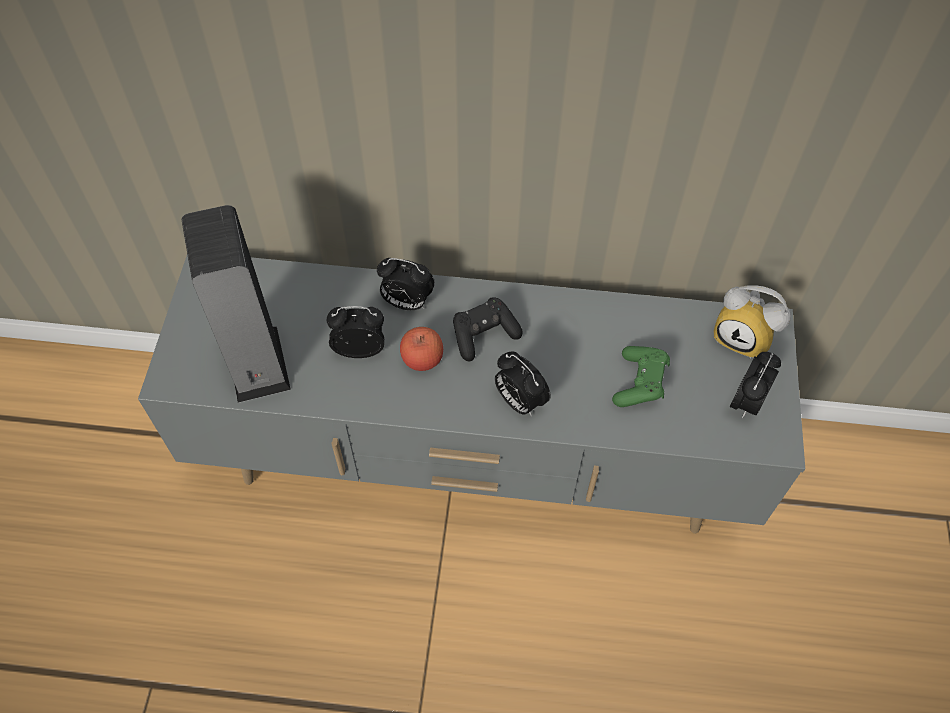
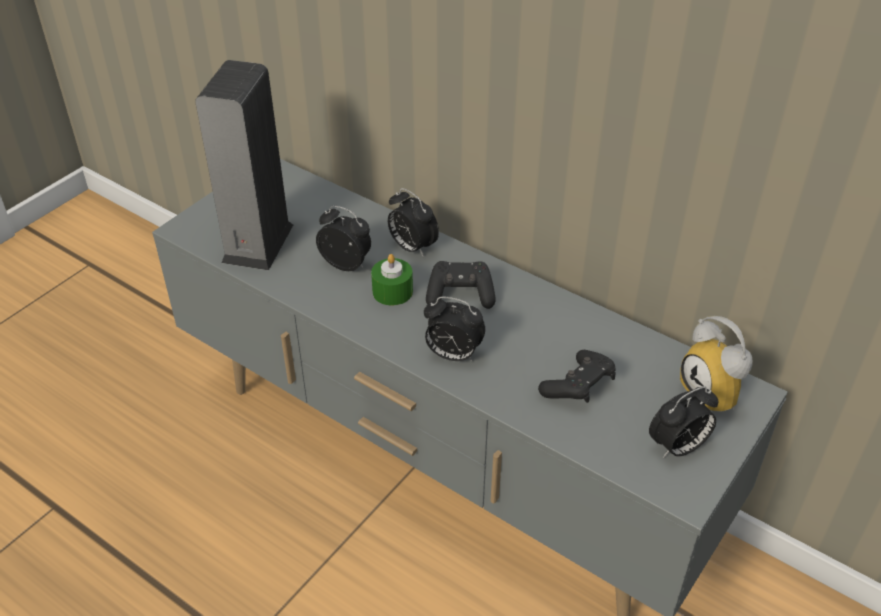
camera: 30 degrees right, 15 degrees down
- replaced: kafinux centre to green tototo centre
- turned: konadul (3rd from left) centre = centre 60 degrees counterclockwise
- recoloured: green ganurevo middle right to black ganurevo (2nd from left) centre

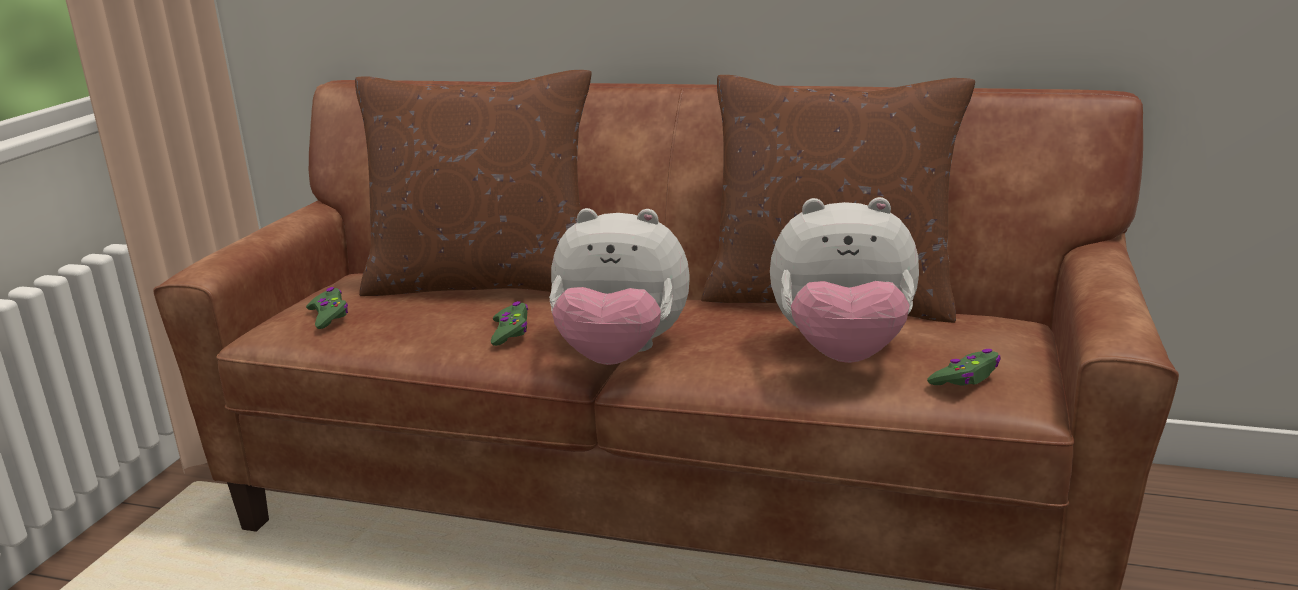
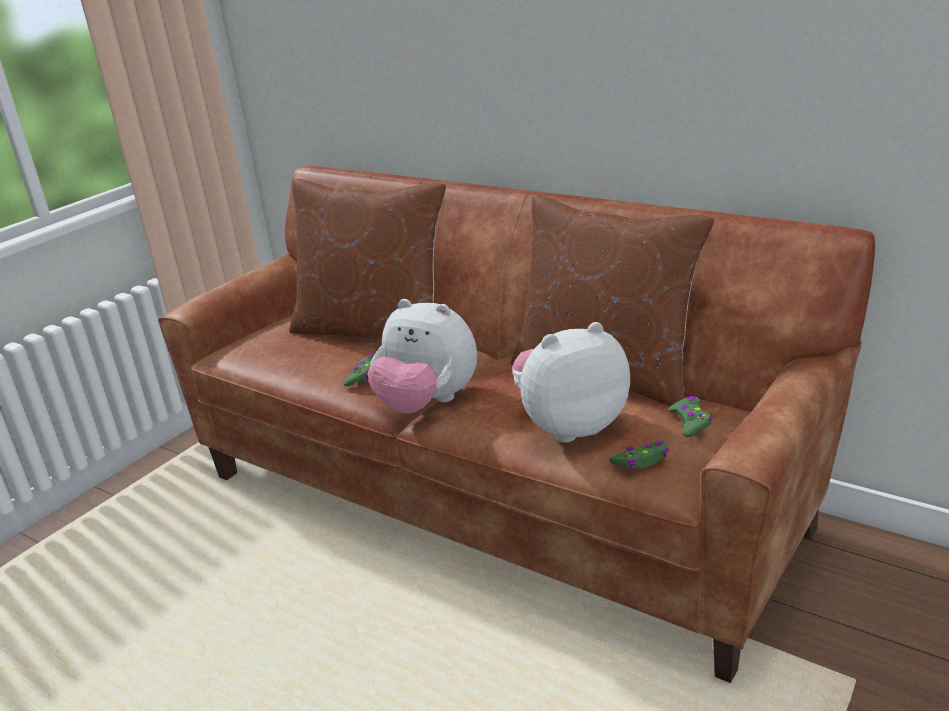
camera: 20 degrees right, 5 degrees up
- moved: green ganurevo (1st from left in the first image) middle left to green ganurevo (3rd from left) middle right
- turned: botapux (2nd from left) centre = centre 135 degrees clockwise

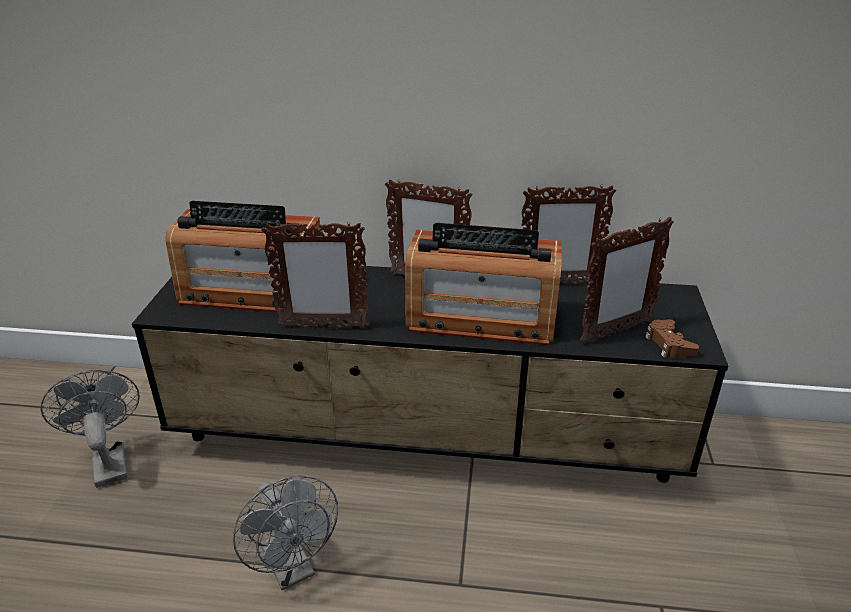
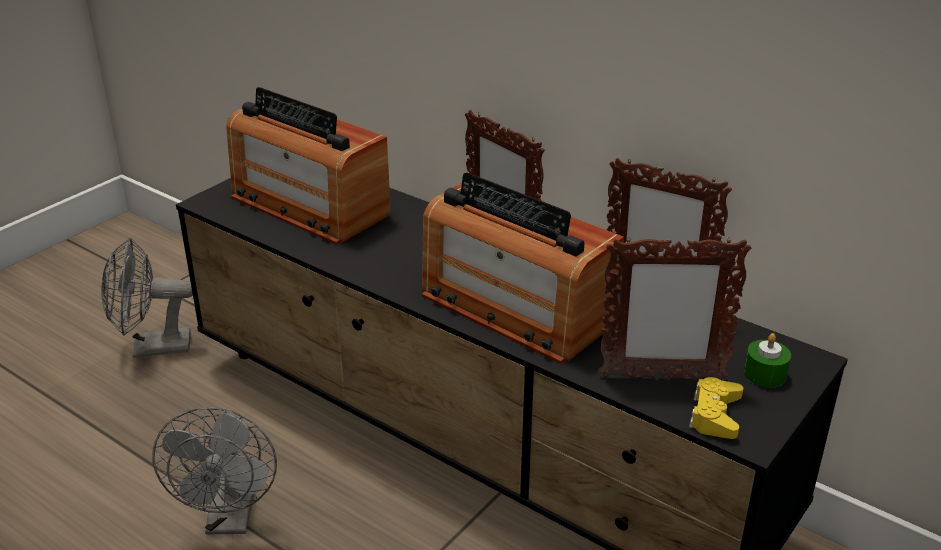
camera: 30 degrees right, 0 degrees up
- turned: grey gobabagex (1st from left) bottom left = middle left 105 degrees counterclockwise
- removed: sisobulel (1st from left) centre
- recoloured: brown ganurevo middle right to yellow ganurevo bottom right
- added: green tototo middle right

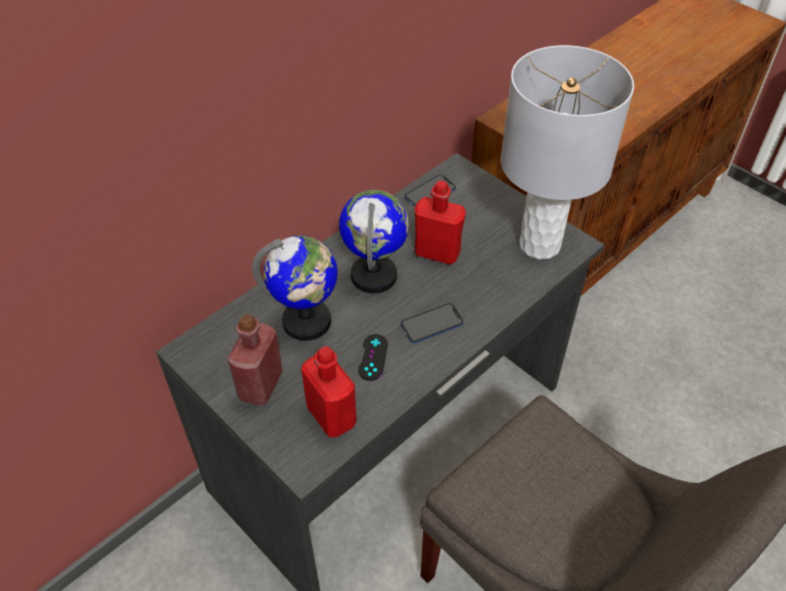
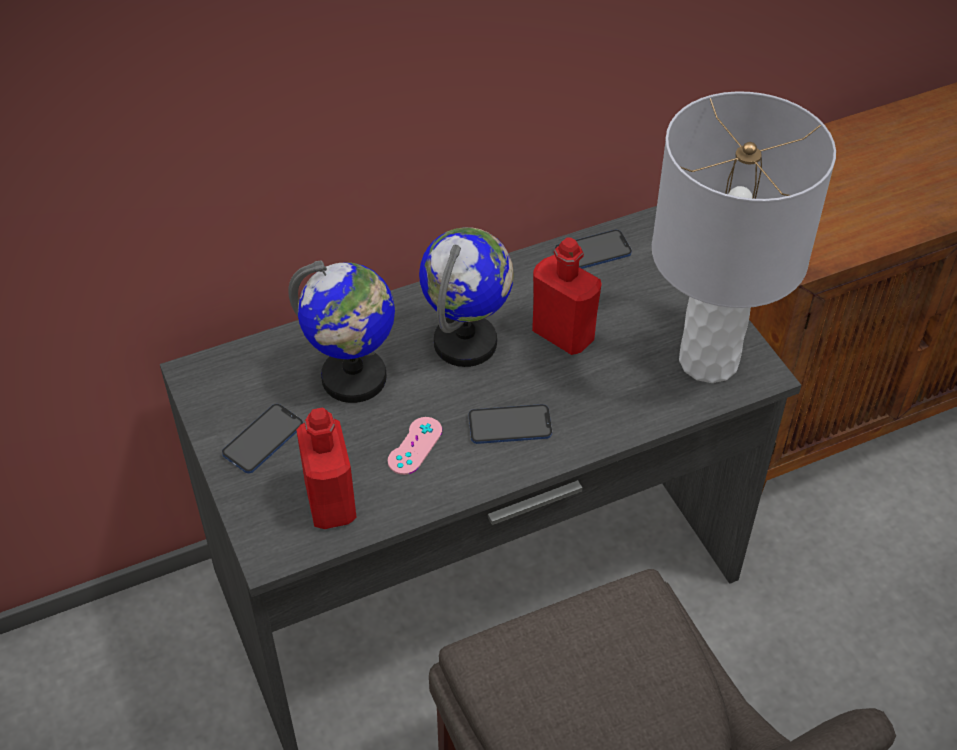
camera: 20 degrees right, 0 degrees up
- replaced: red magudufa (1st from left) middle left to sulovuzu (1st from left) middle left
- recoloured: black ganurevo centre to pink ganurevo centre

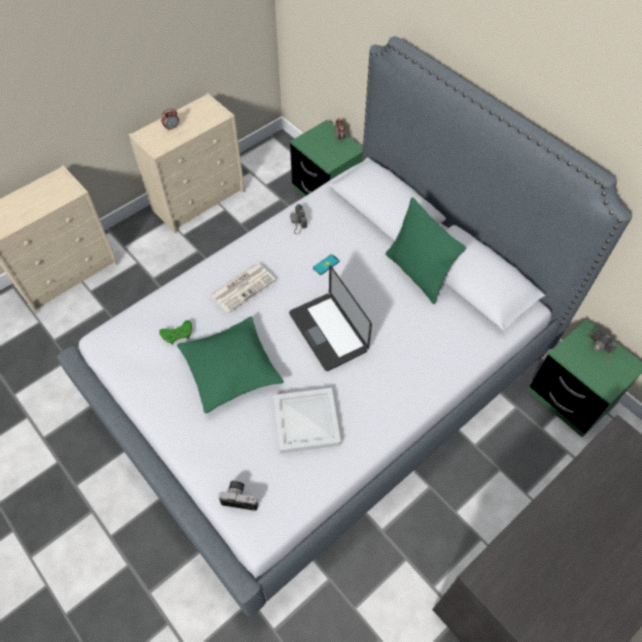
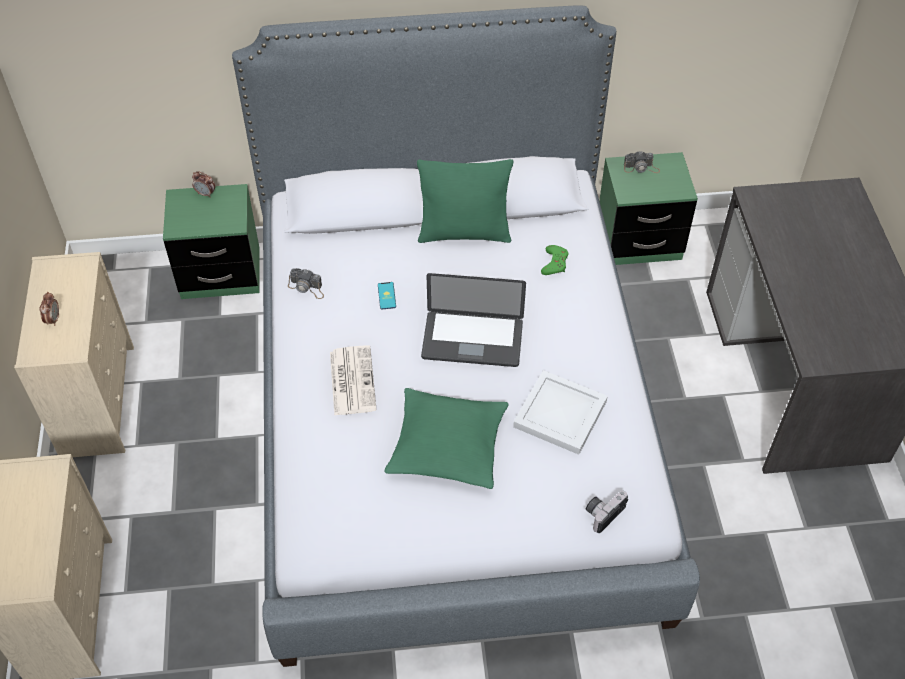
camera: 55 degrees left, 5 degrees down
- moved: green ganurevo middle left to centre

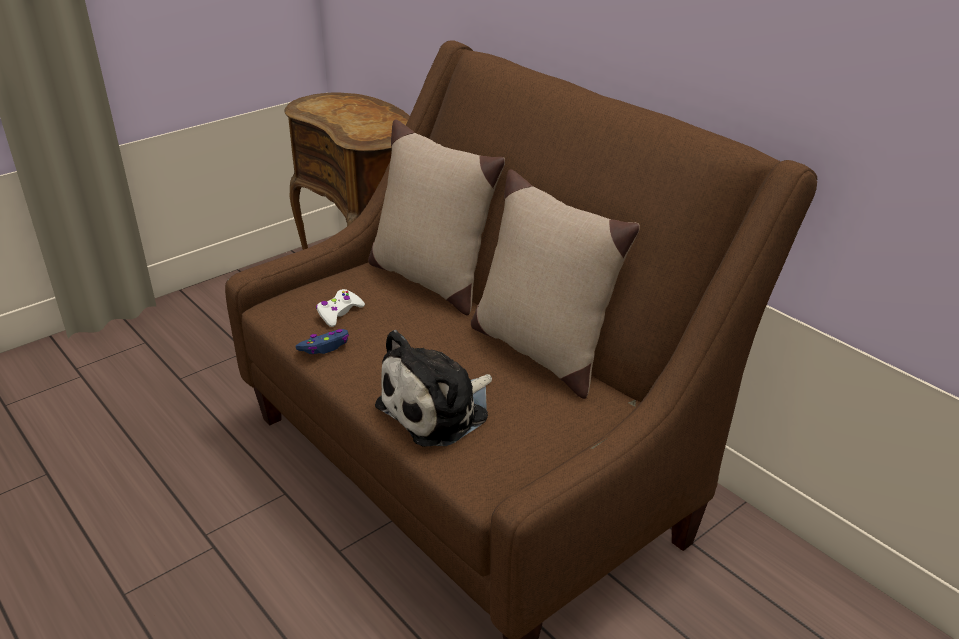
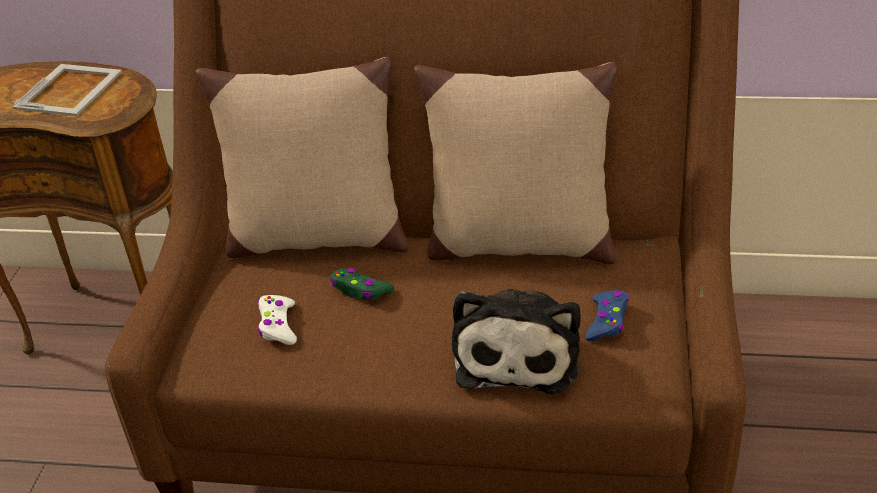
camera: 40 degrees left, 5 degrees up
- moved: blue ganurevo centre to middle right
- added: sisobulel top left
- added: green ganurevo centre

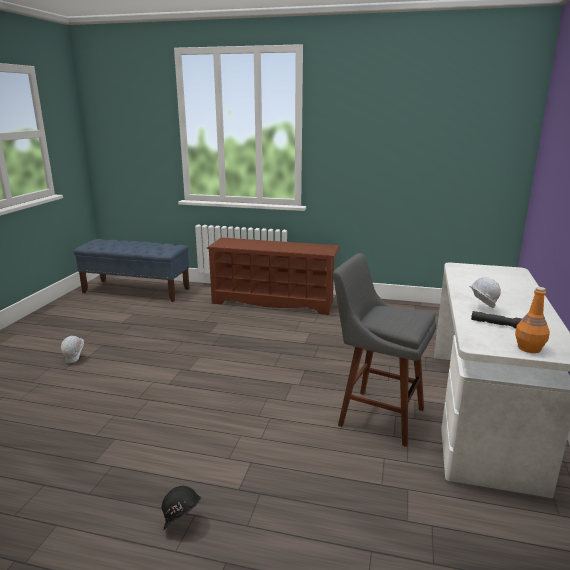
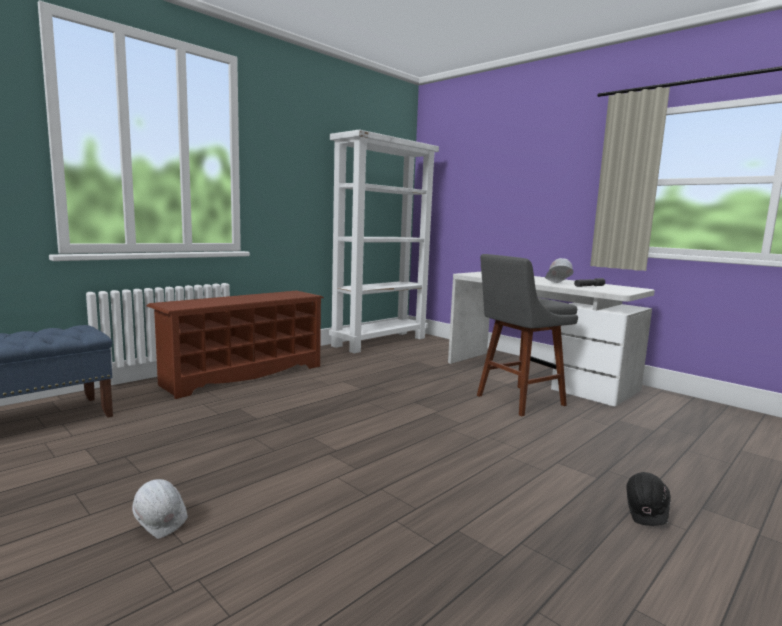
camera: 60 degrees left, 10 degrees down
- removed: orange magudufa middle right
- added: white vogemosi centre

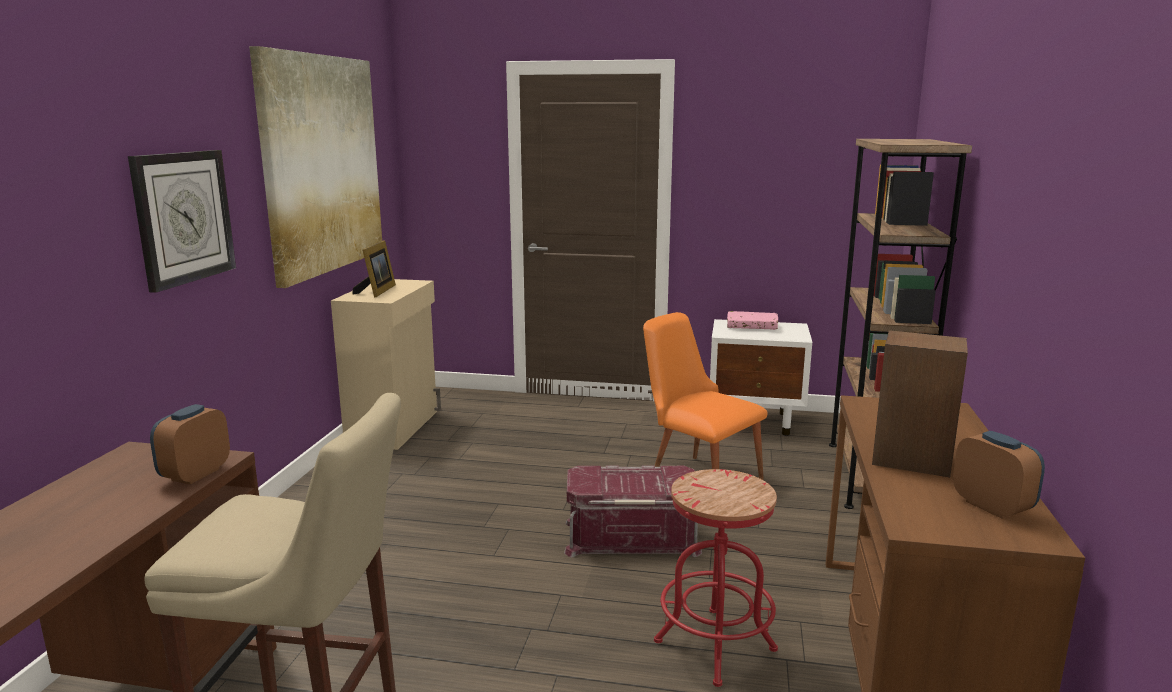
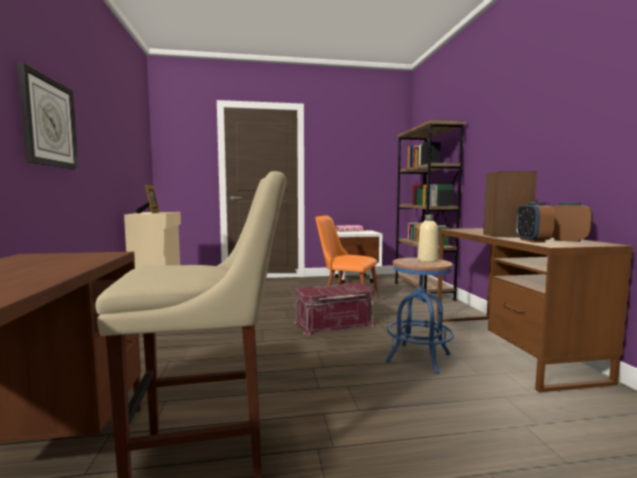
camera: 20 degrees left, 10 degrees down
- moved: konadul (1st from left) middle left to middle right
- removed: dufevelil top left
- recoloured: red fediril bottom centre to blue fediril centre
- added: beige magudufa middle right

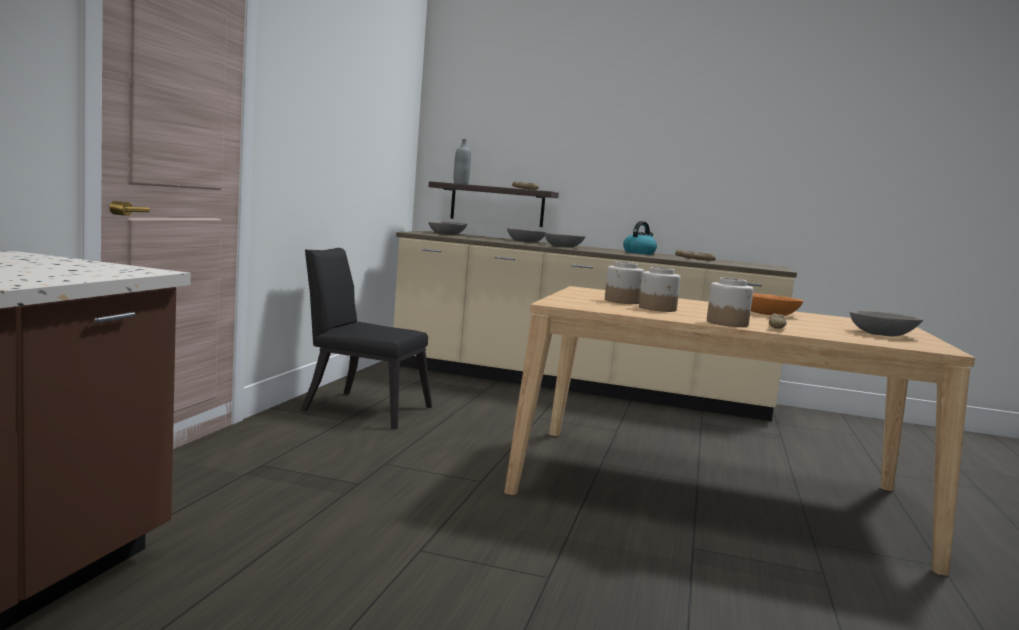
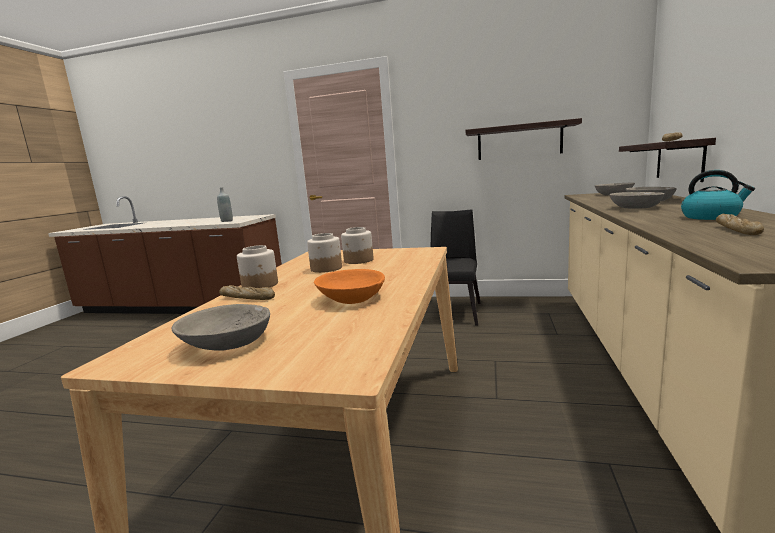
camera: 90 degrees right, 5 degrees up
- moved: grey magudufa top centre to middle left
- added: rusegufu (1st from left) top right

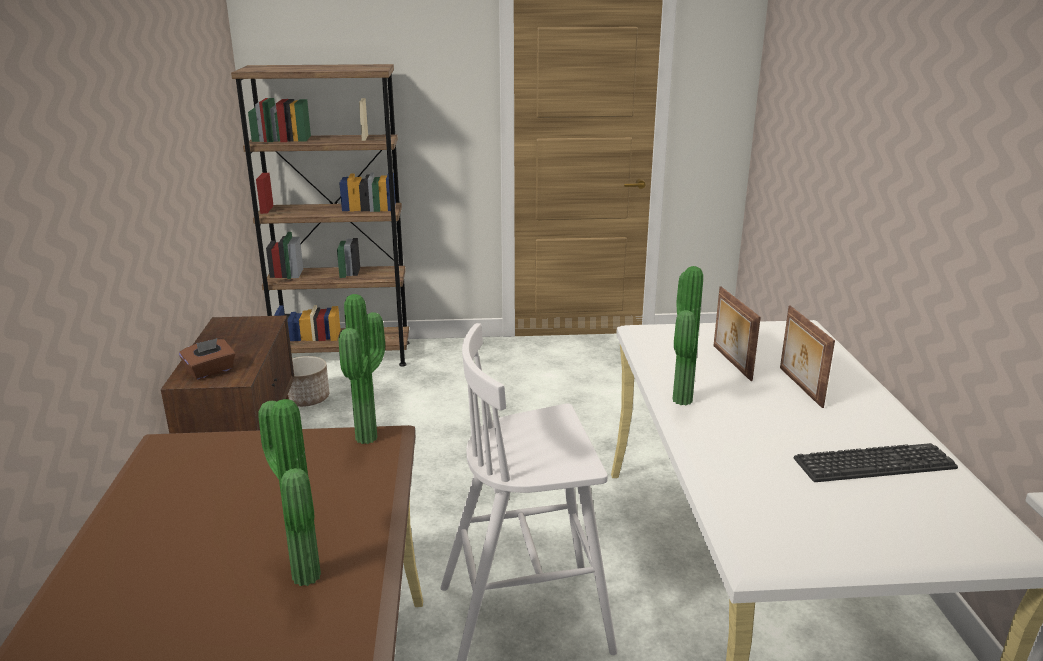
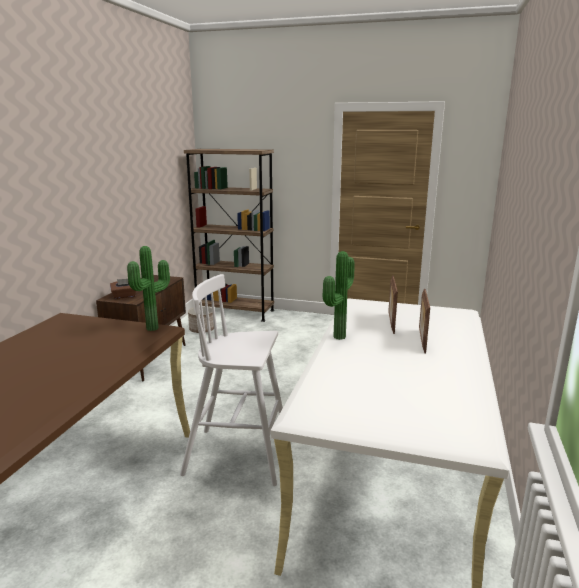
camera: 20 degrees right, 5 degrees down
- removed: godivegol (1st from left) bottom left
- removed: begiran bottom right

